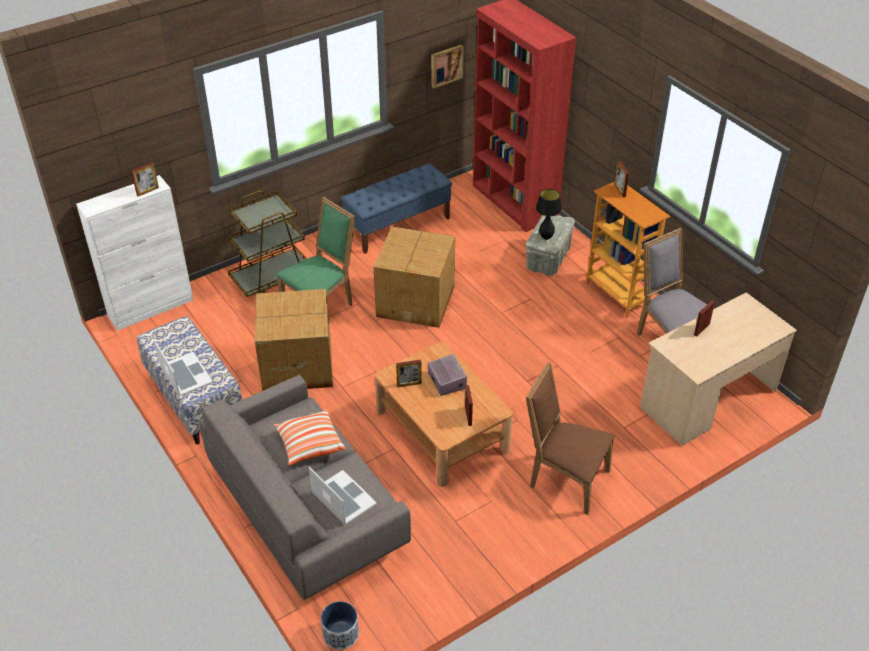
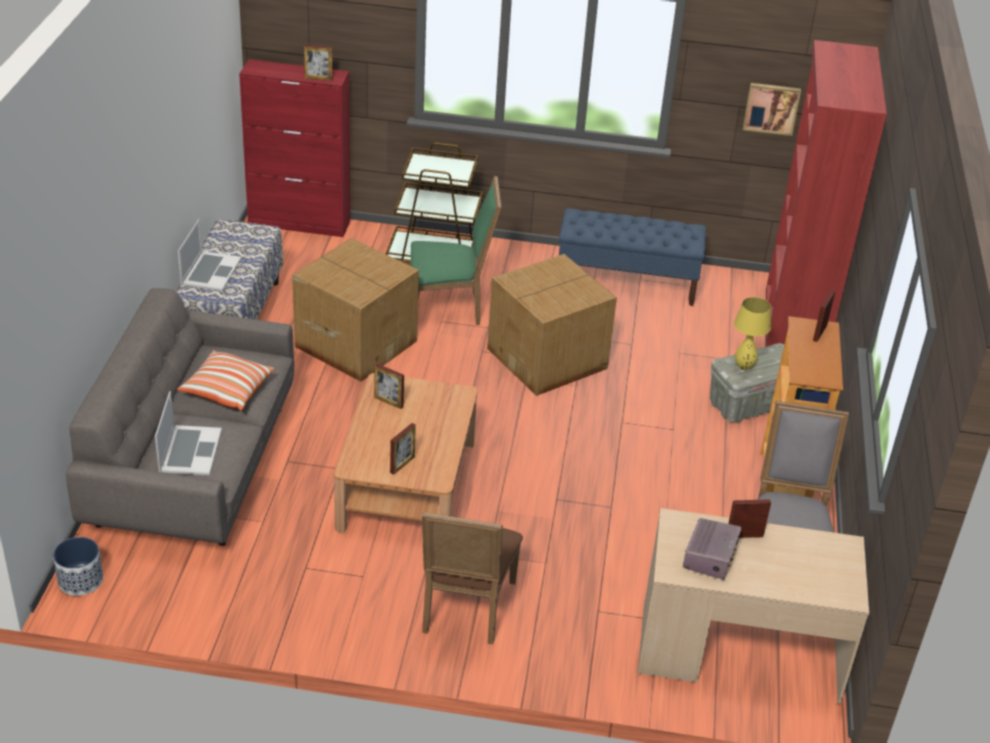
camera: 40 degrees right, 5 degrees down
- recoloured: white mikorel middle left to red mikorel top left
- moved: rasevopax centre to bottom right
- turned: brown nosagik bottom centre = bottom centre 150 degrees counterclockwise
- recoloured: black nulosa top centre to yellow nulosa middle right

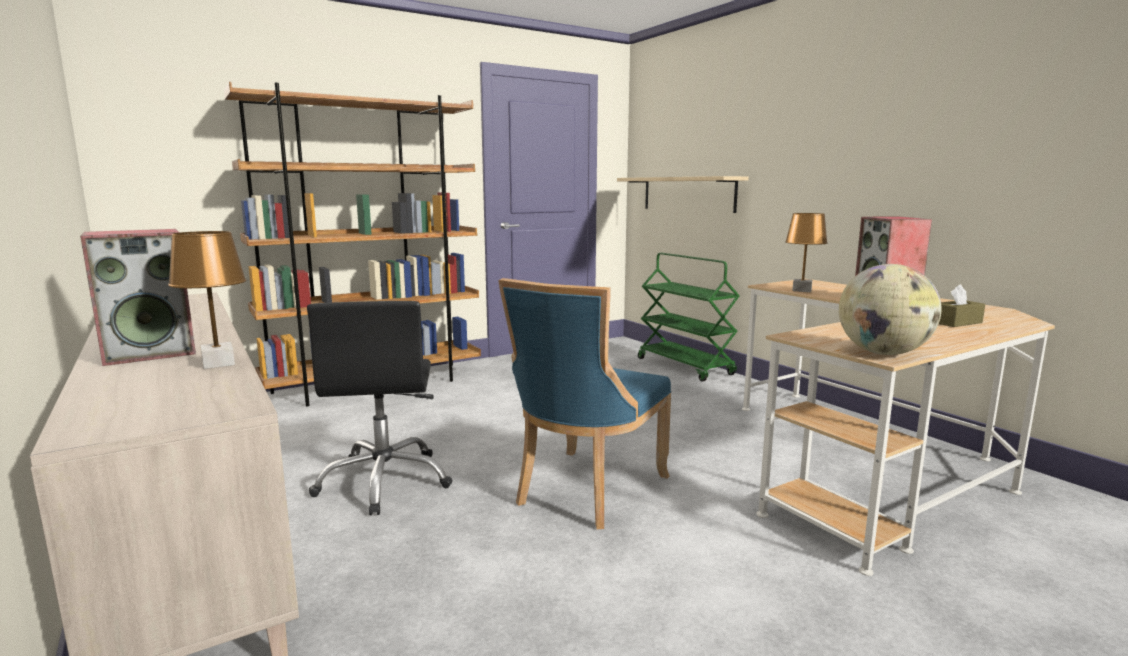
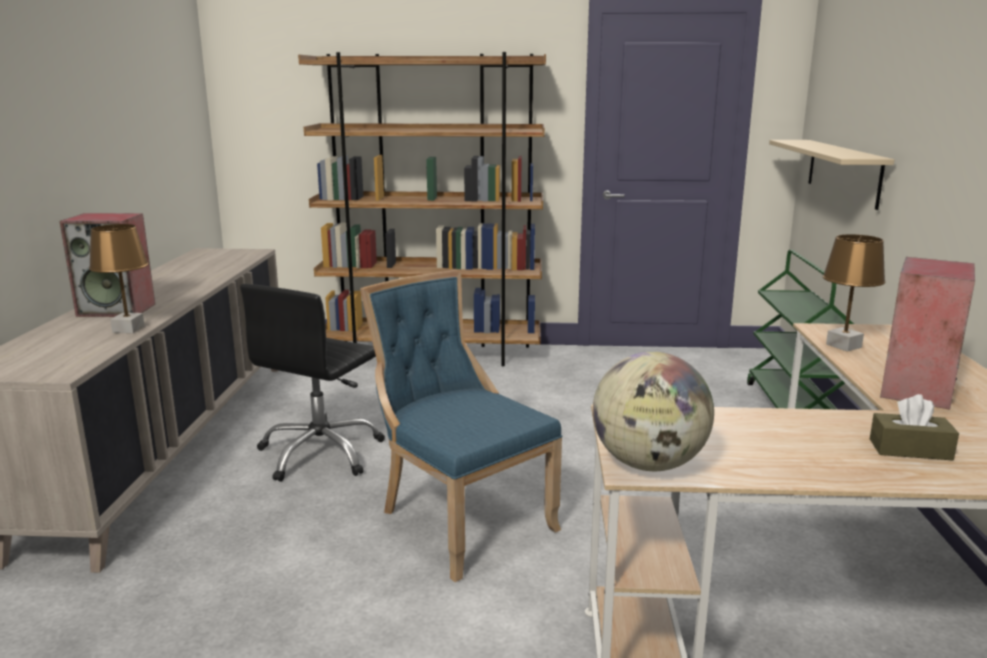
camera: 35 degrees right, 5 degrees up
- turned: blue nosagik centre = centre 75 degrees clockwise

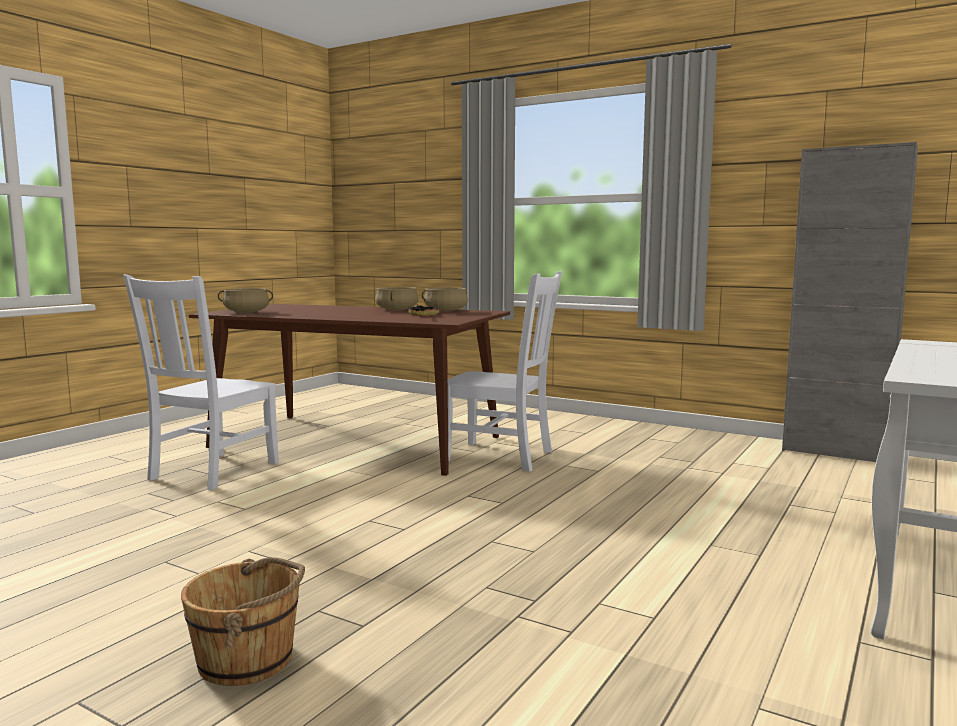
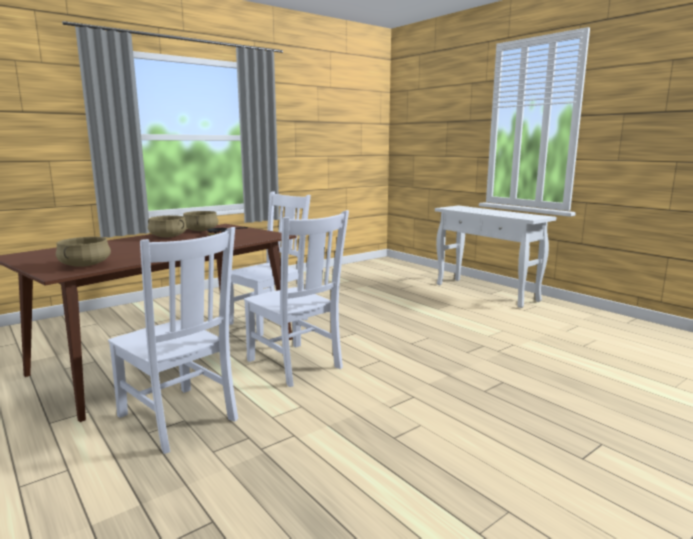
camera: 70 degrees left, 5 degrees up
- removed: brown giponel bottom left
- removed: grey mikorel middle right
- added: white nosagik (3rd from left) centre

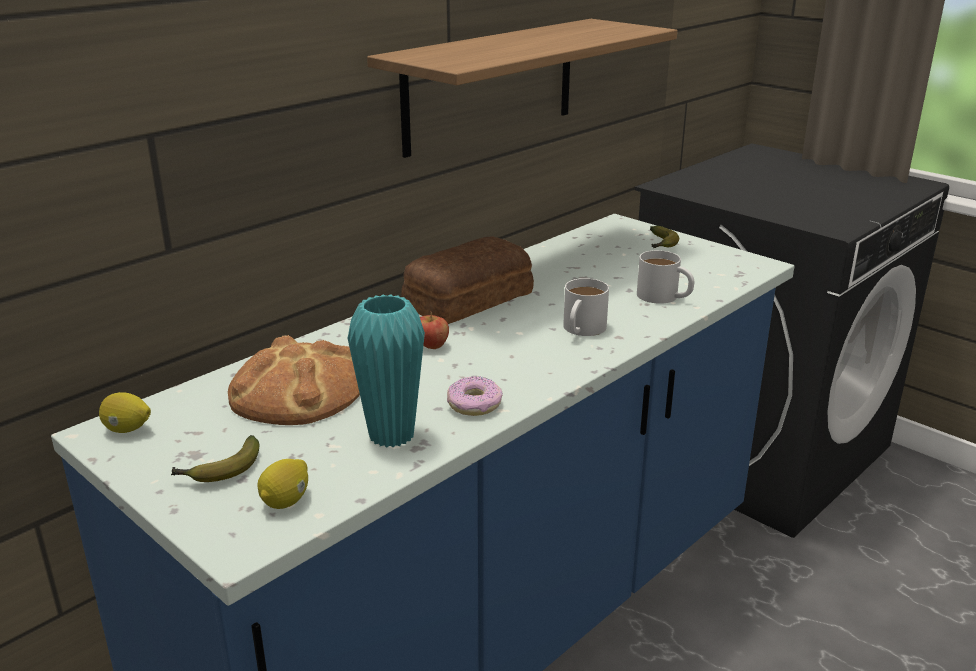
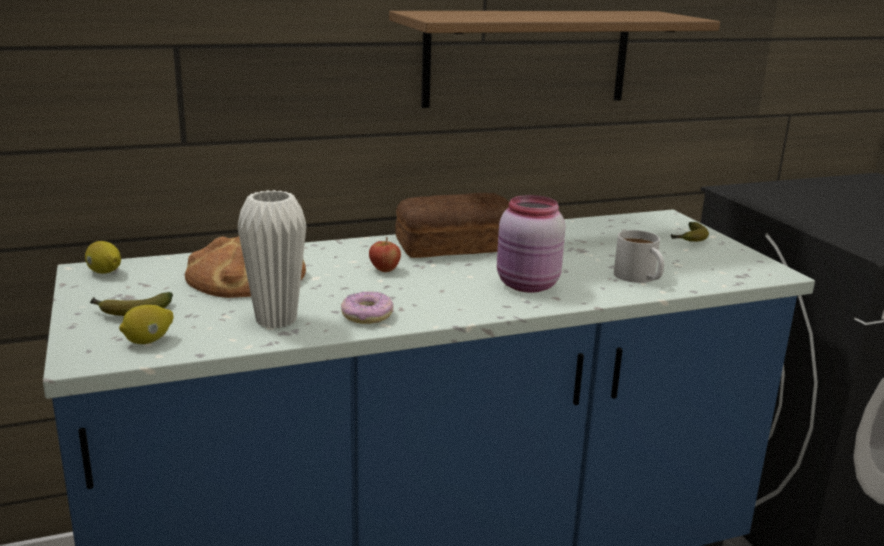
camera: 25 degrees right, 5 degrees down
- recoloured: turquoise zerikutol centre to white zerikutol middle left
- replaced: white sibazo (1st from left) centre to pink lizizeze centre

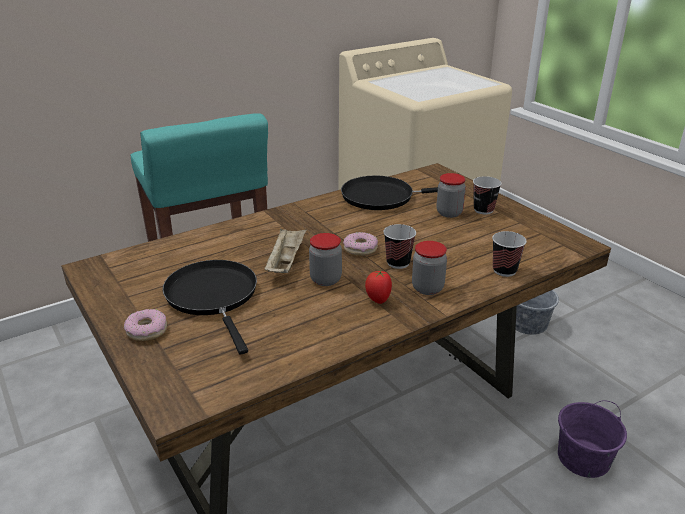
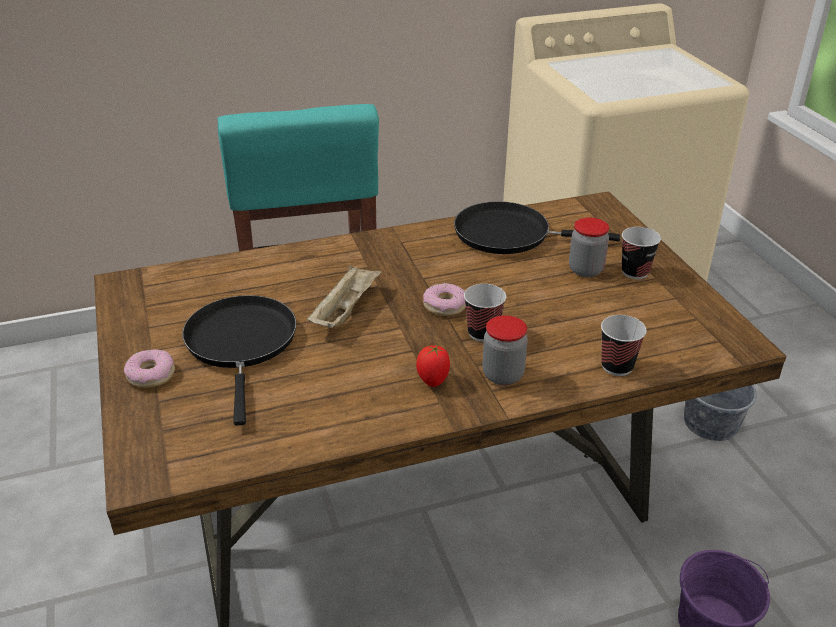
camera: 15 degrees right, 5 degrees up
- removed: lizizeze (1st from left) centre

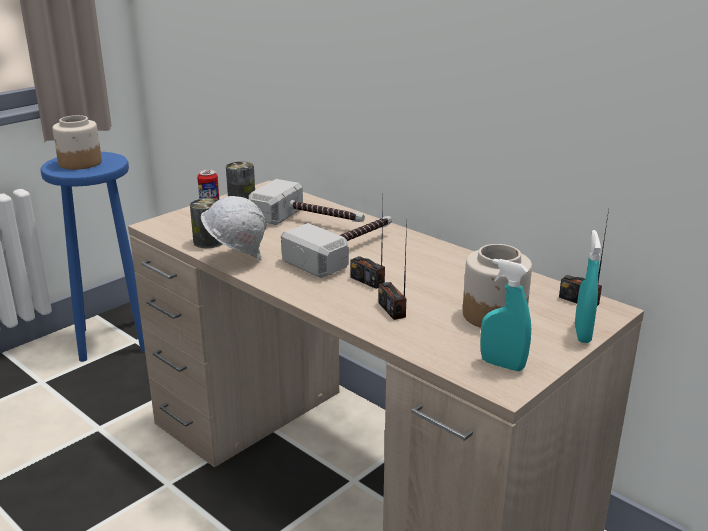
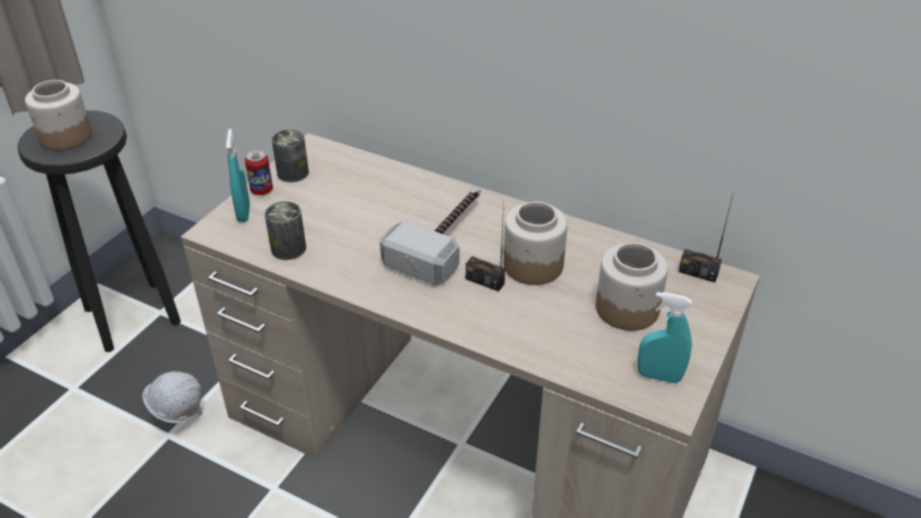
camera: 15 degrees left, 15 degrees up
- recoloured: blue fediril middle left to black fediril middle left
- moved: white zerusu middle left to bottom left
- removed: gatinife (1st from left) centre
- removed: rasevopax (2nd from left) centre
- moved: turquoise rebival (2nd from left in the first image) middle right to turquoise rebival (1st from left) middle left
- added: lizizeze (2nd from left) centre

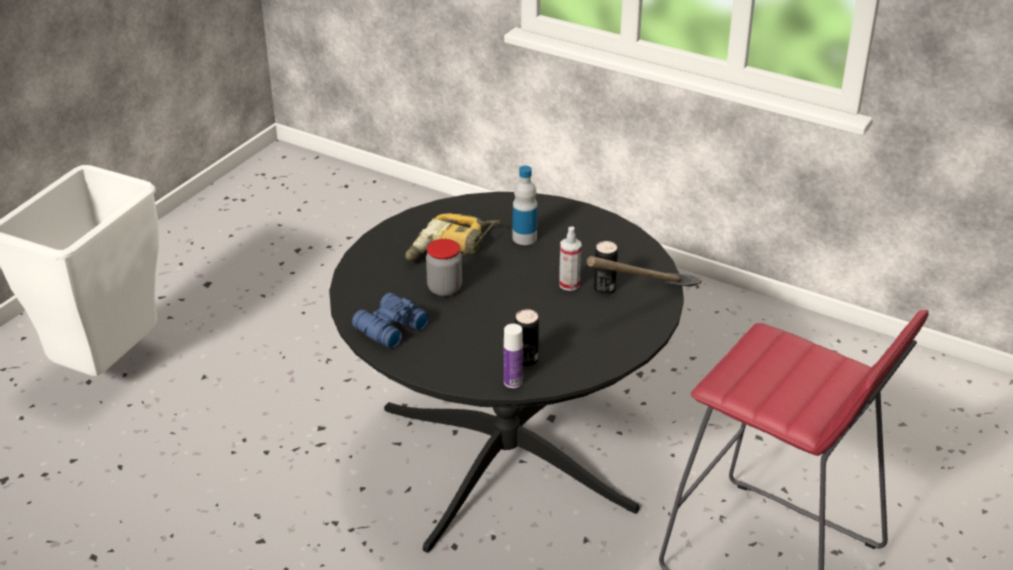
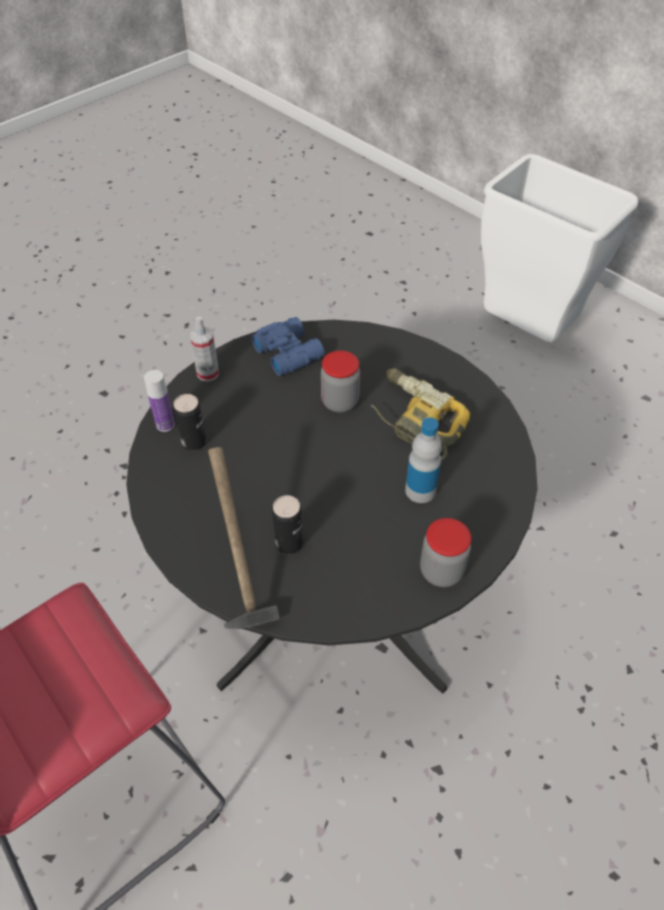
camera: 105 degrees right, 15 degrees up
- moved: rebival centre to middle left
- added: lizizeze (2nd from left) middle right

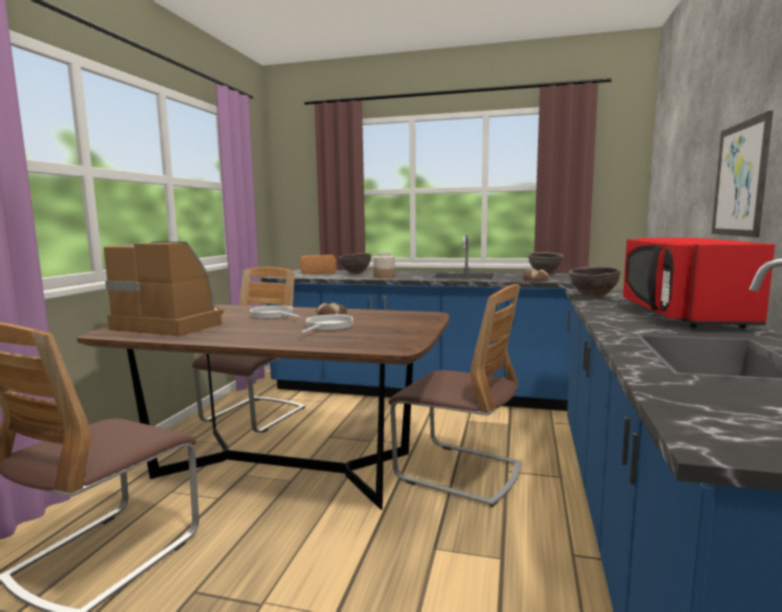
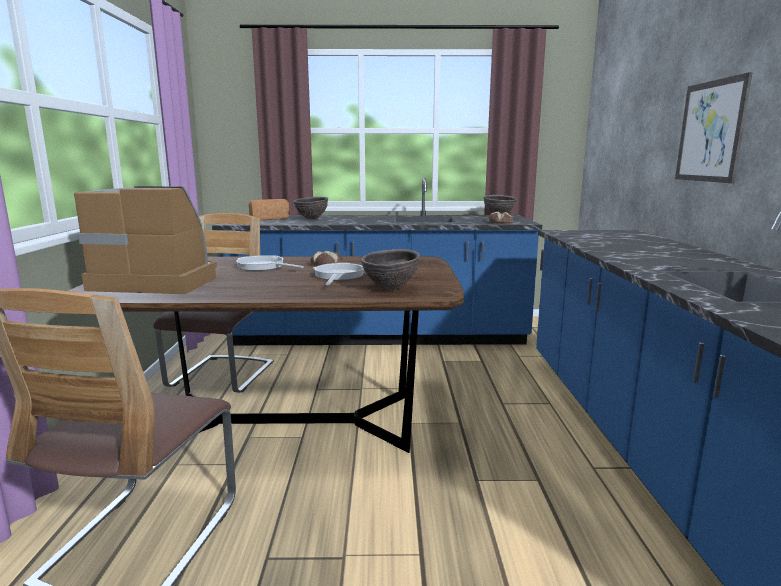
camera: 15 degrees left, 5 degrees up
- removed: lizizeze centre
- removed: nosagik (3rd from left) centre
- moved: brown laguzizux (3rd from left in the first image) middle right to brown laguzizux (2nd from left) centre
- removed: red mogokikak middle right

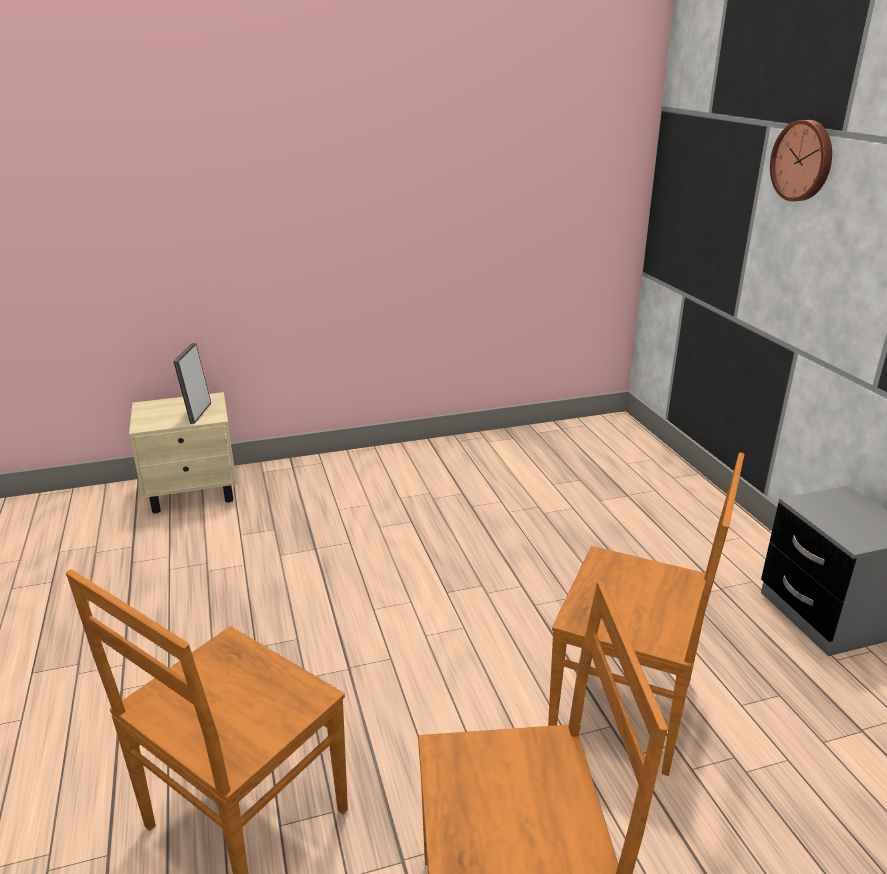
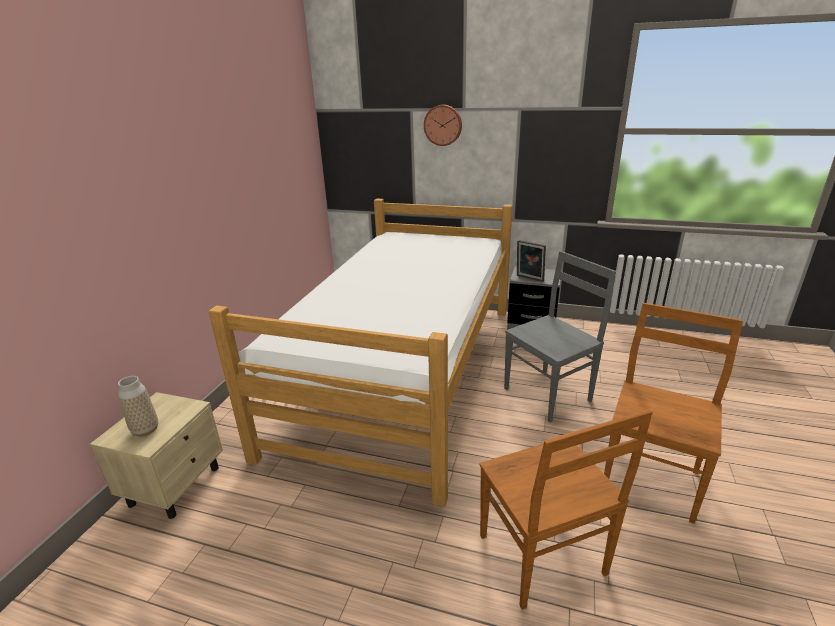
camera: 55 degrees left, 0 degrees up
- moved: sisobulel middle left to centre
- recoloured: brown nosagik (3rd from left) bottom right to grey nosagik middle right
- added: zerikutol middle left
- added: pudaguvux centre

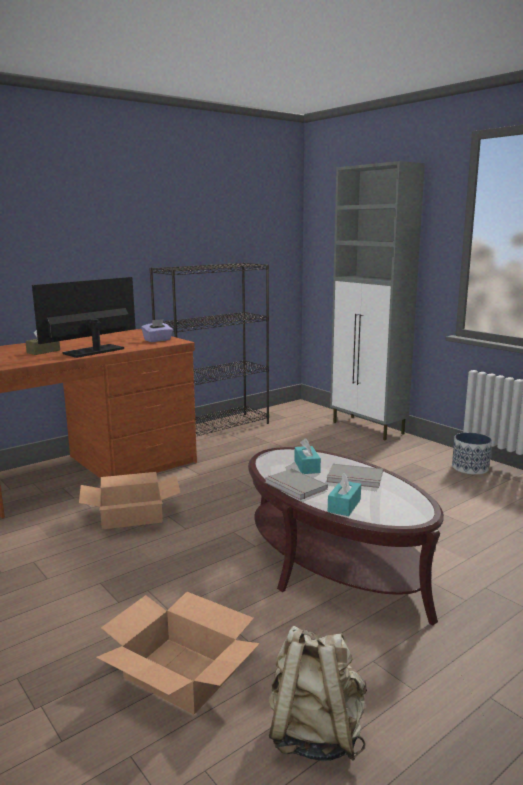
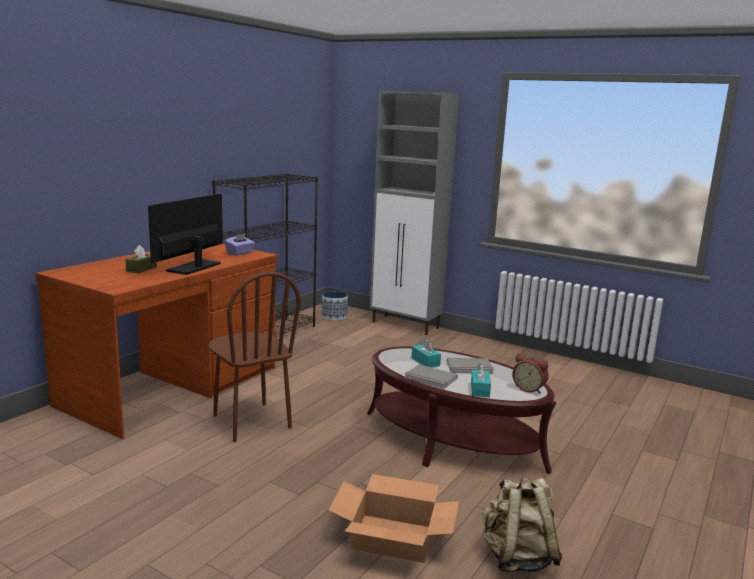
camera: 20 degrees left, 0 degrees up
- replaced: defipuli (1st from left) middle left to brown nosagik centre
- moved: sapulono middle right to centre
- added: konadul middle right

